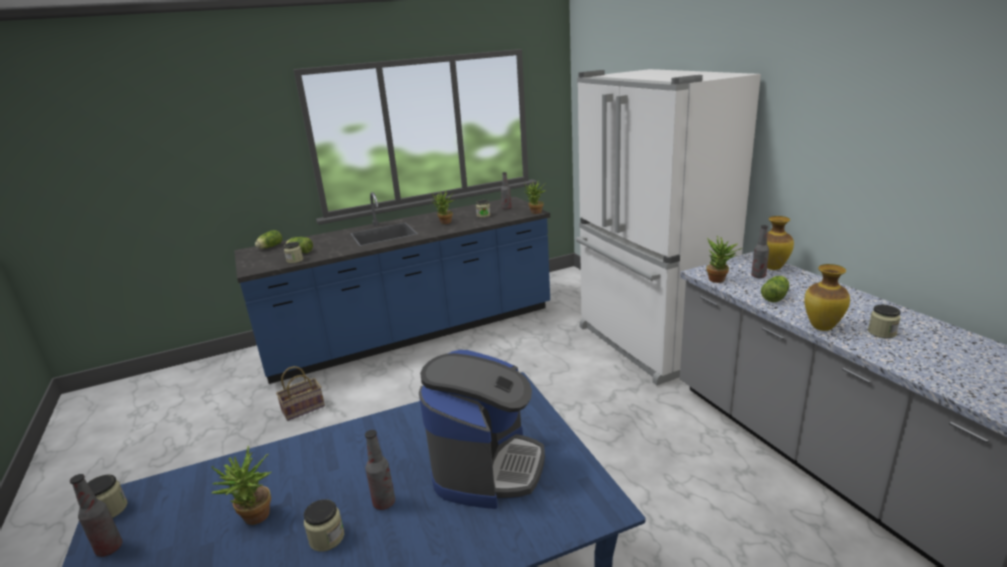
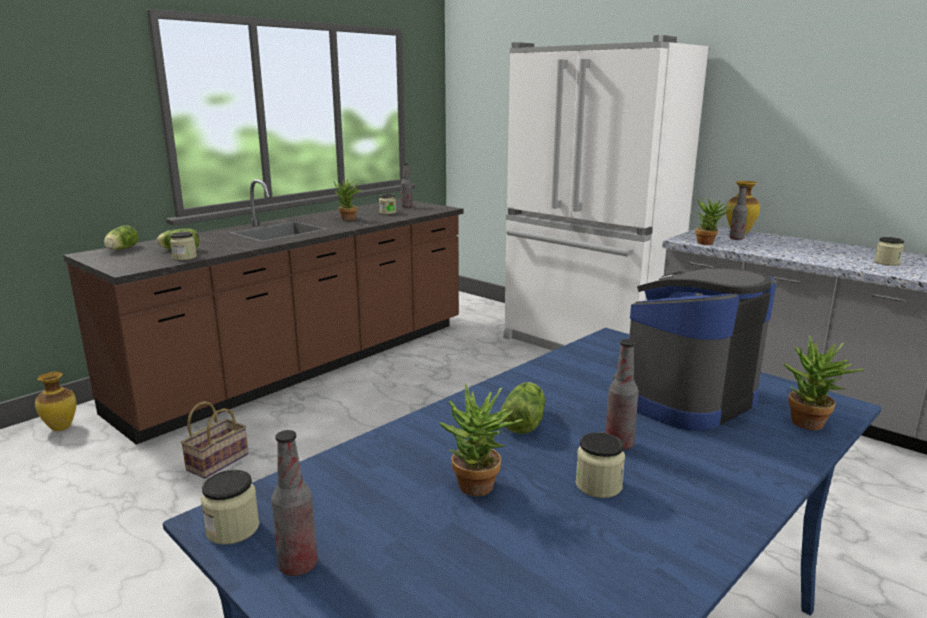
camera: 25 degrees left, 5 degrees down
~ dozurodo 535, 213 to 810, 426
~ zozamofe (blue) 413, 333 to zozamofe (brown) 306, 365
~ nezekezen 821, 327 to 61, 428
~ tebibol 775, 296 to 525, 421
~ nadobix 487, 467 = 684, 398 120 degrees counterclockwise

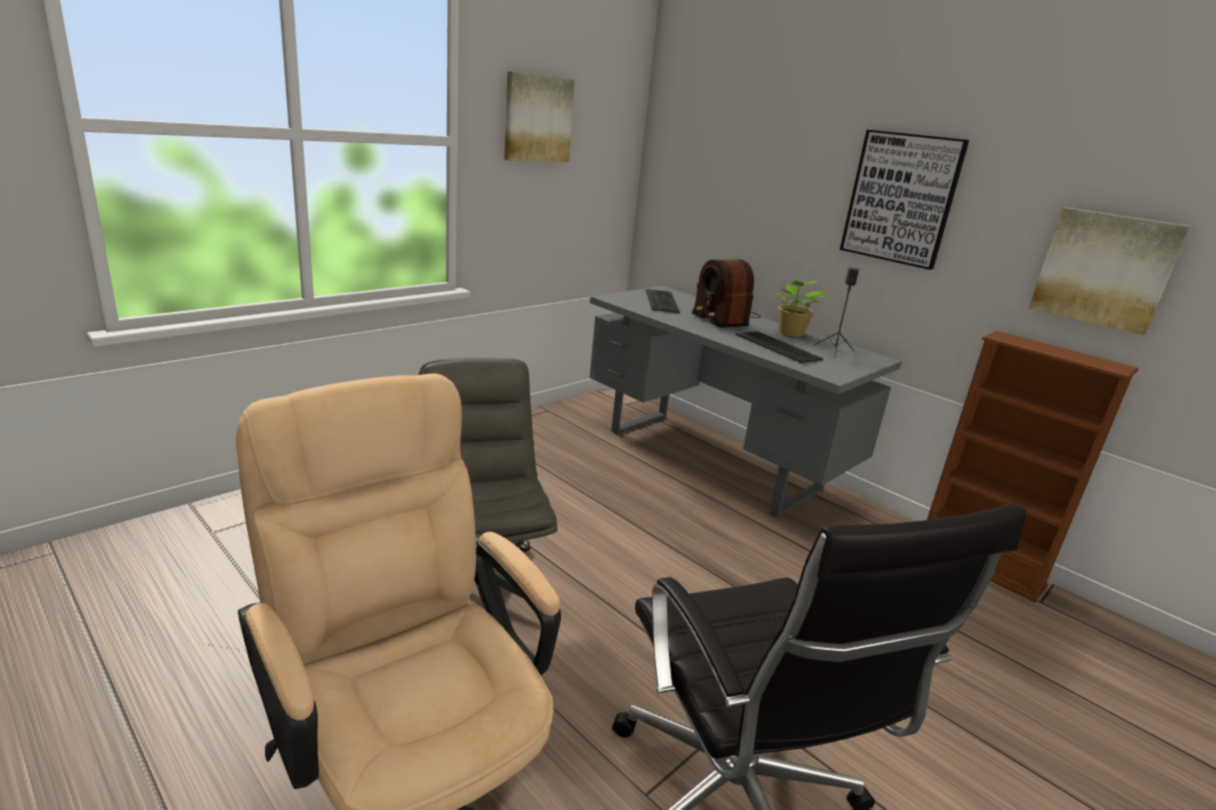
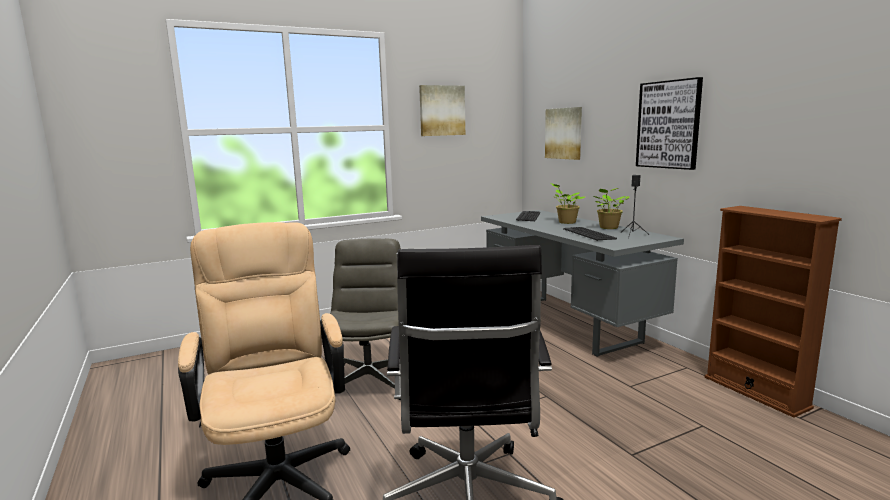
camera: 20 degrees right, 10 degrees down
~ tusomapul 1104, 269 to 564, 133
~ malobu 724, 318 to dozurodo 565, 222

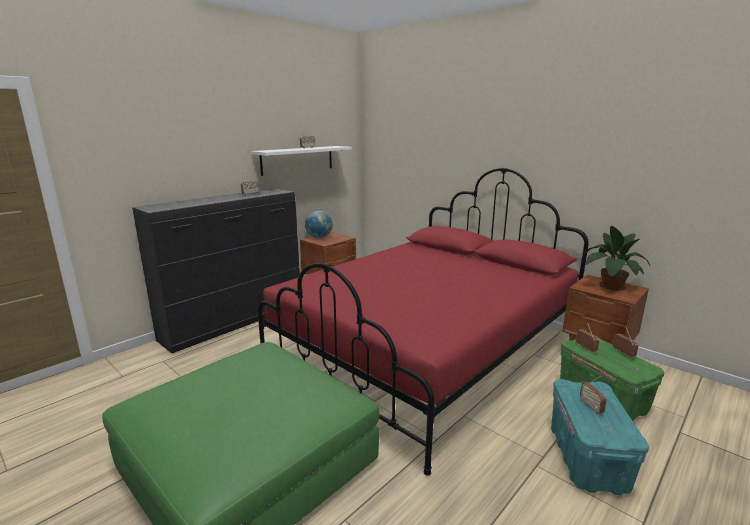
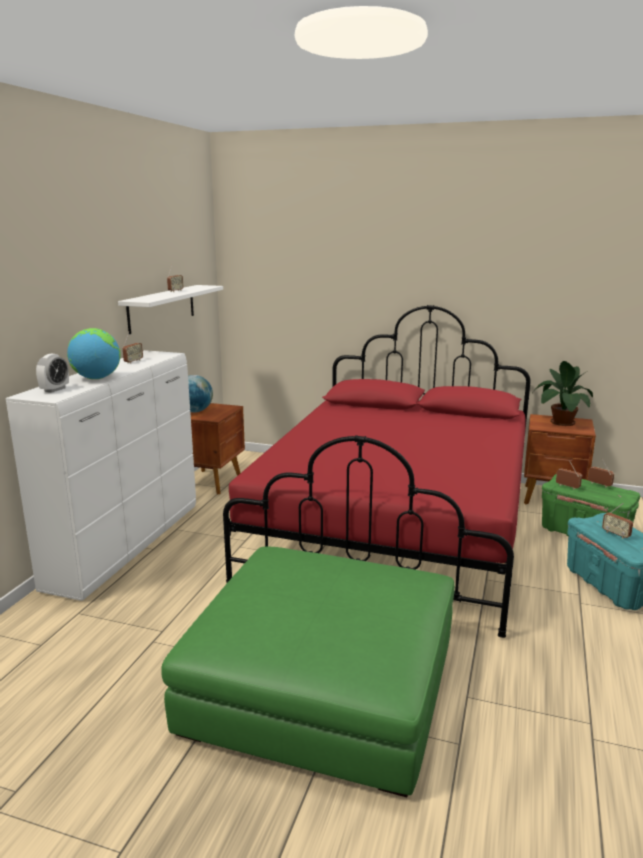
camera: 25 degrees left, 0 degrees up
~ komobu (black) 236, 323 to komobu (white) 128, 545
+ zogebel 96, 378
+ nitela 55, 389

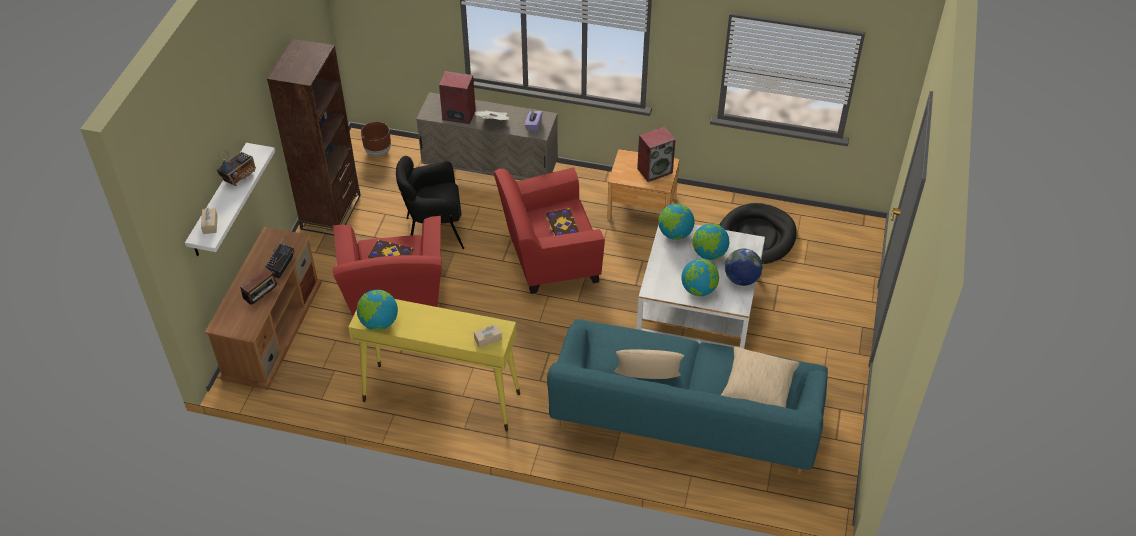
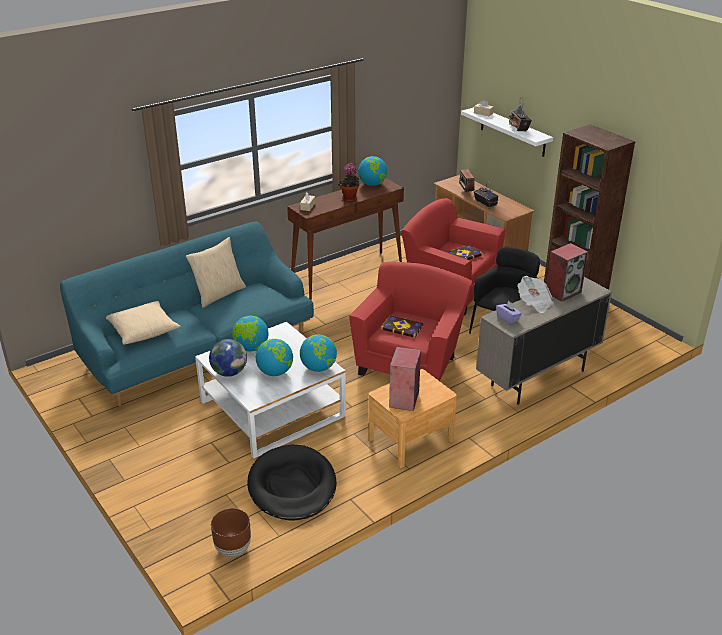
camera: 130 degrees right, 15 degrees down
~ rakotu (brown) 378, 152 to 233, 549
~ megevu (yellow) 440, 397 to megevu (brown) 347, 275
+ dozurodo 350, 199

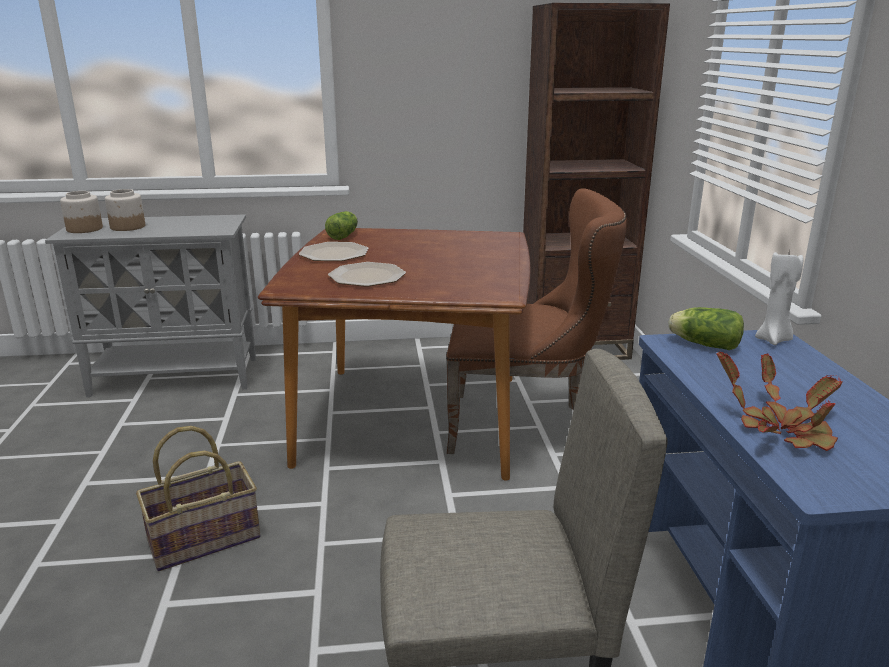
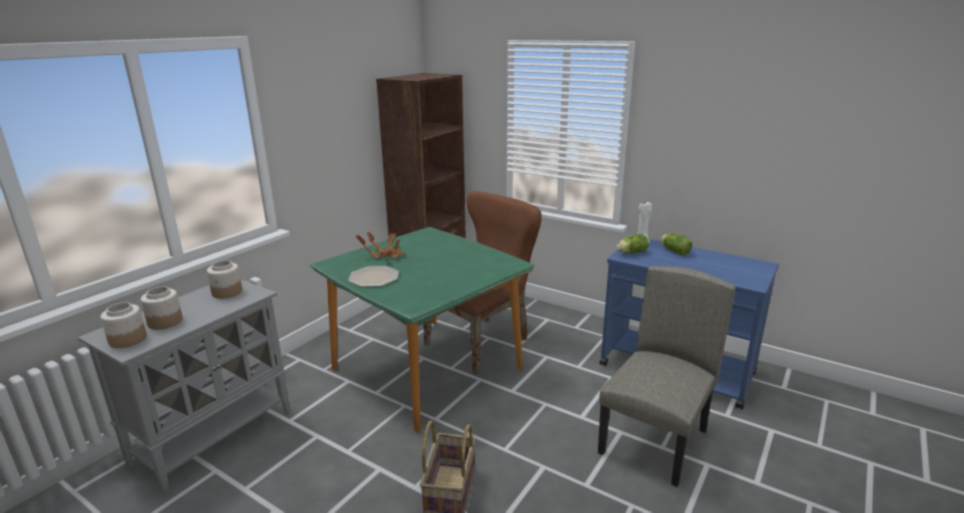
camera: 50 degrees left, 0 degrees up
~ tebibol 344, 235 to 674, 251
~ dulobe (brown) 411, 420 to dulobe (green) 427, 369
- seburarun 367, 276
~ dozurodo 781, 428 to 385, 255
+ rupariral 227, 292

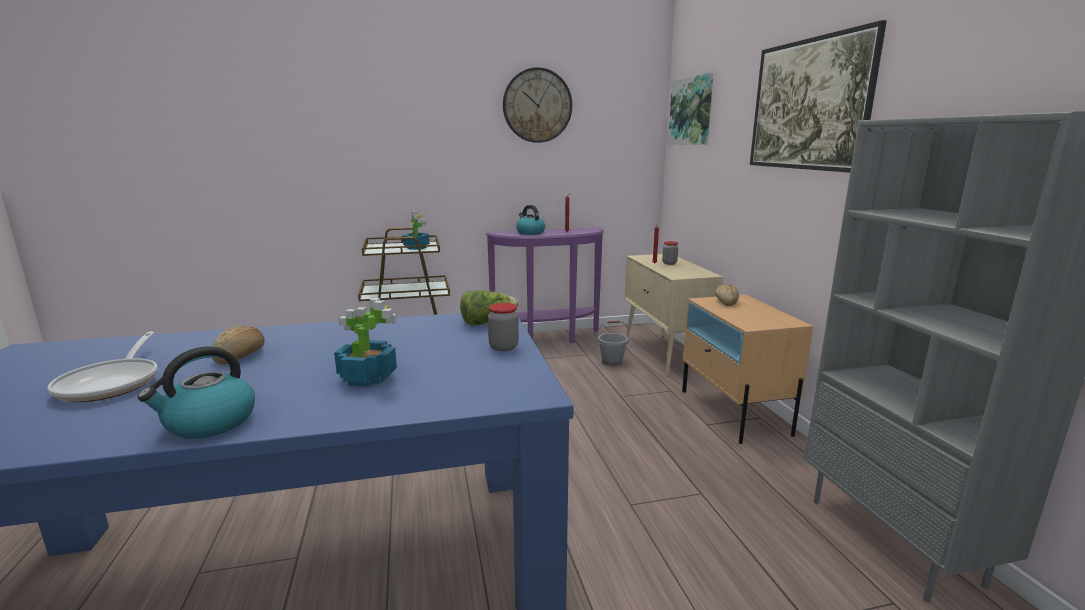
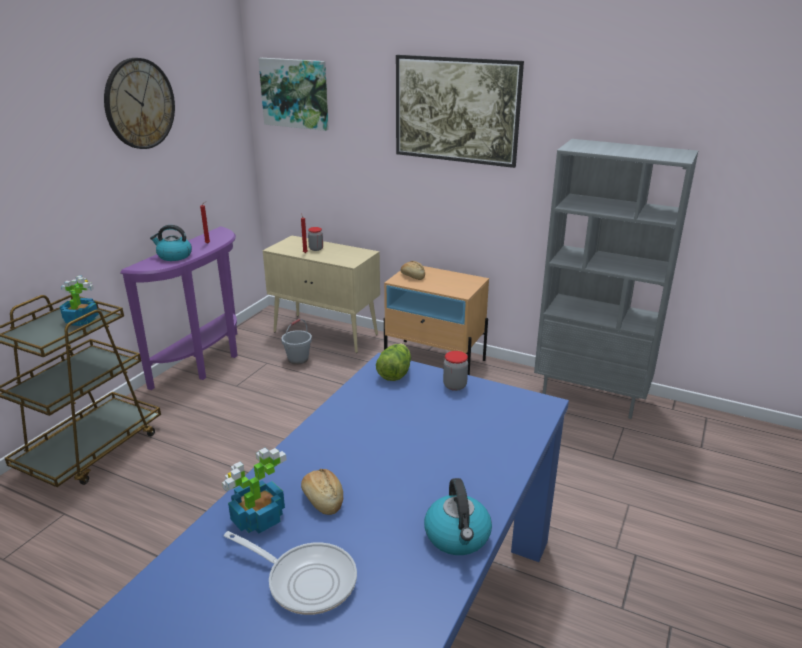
camera: 50 degrees left, 10 degrees up
~ dozurodo 367, 377 to 257, 518

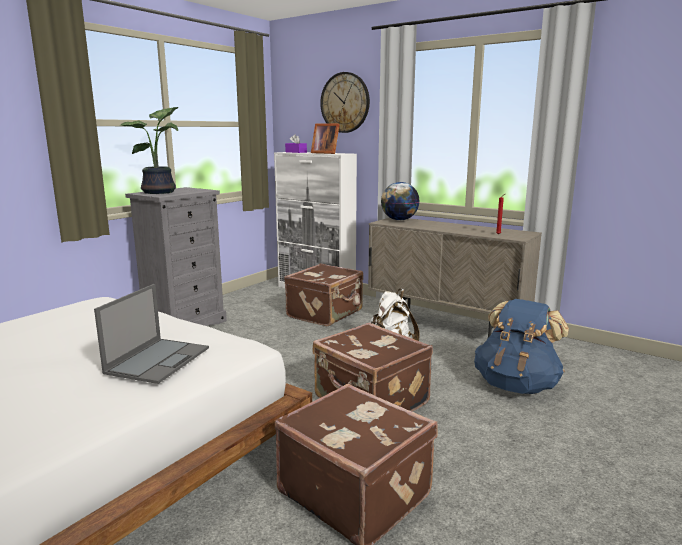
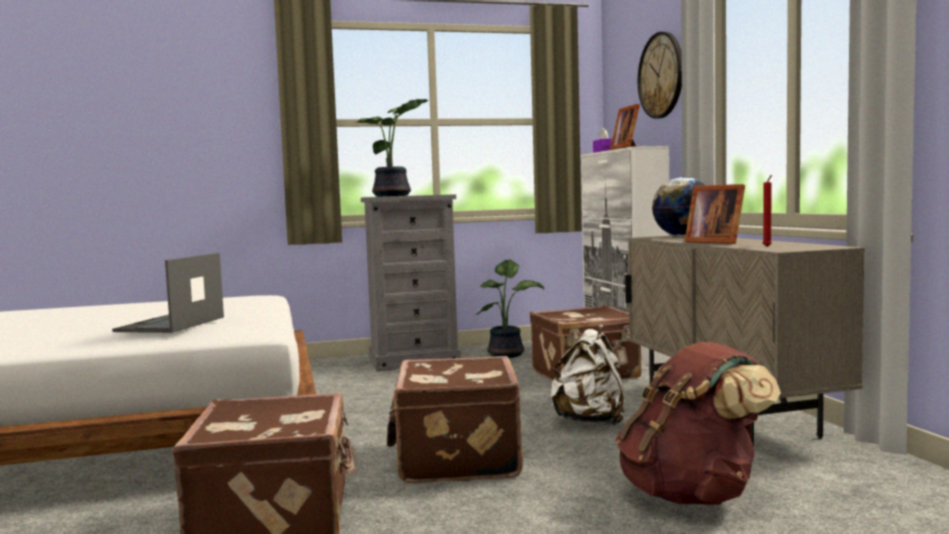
camera: 40 degrees right, 10 degrees down
~ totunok 158, 360 = 170, 324 135 degrees clockwise
~ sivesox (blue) 516, 385 to sivesox (brown) 693, 495
+ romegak 715, 242
+ dozurodo 508, 354

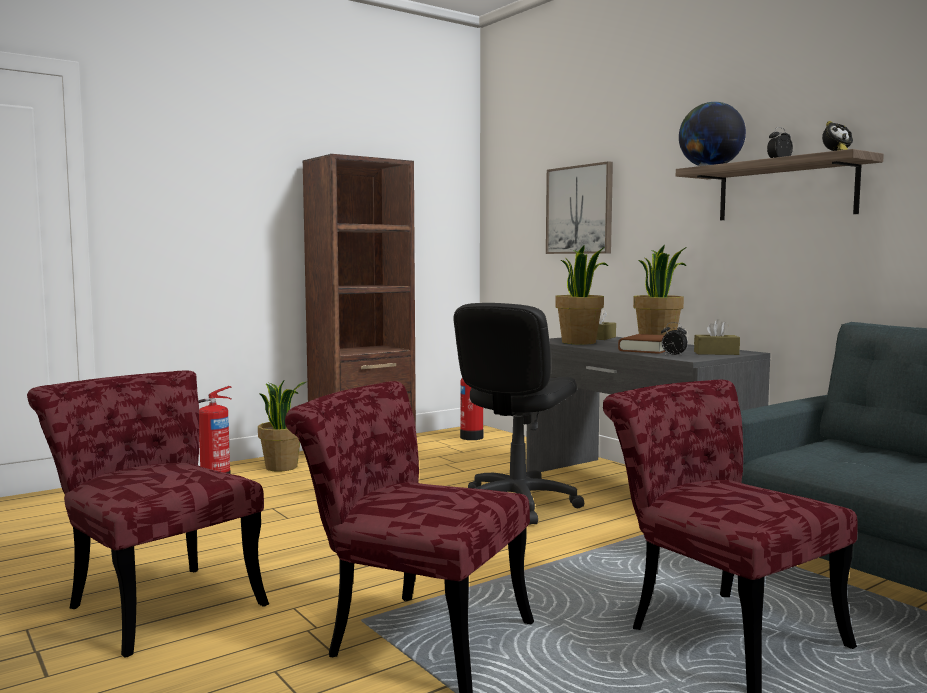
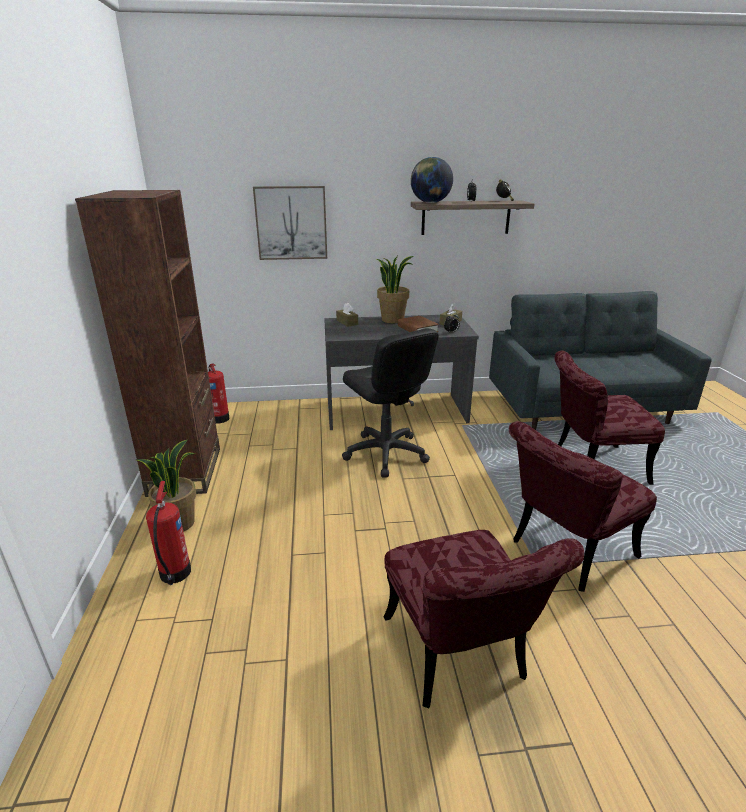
camera: 60 degrees left, 20 degrees up
- dozurodo 579, 342
~ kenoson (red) 156, 601 = 460, 659 90 degrees counterclockwise

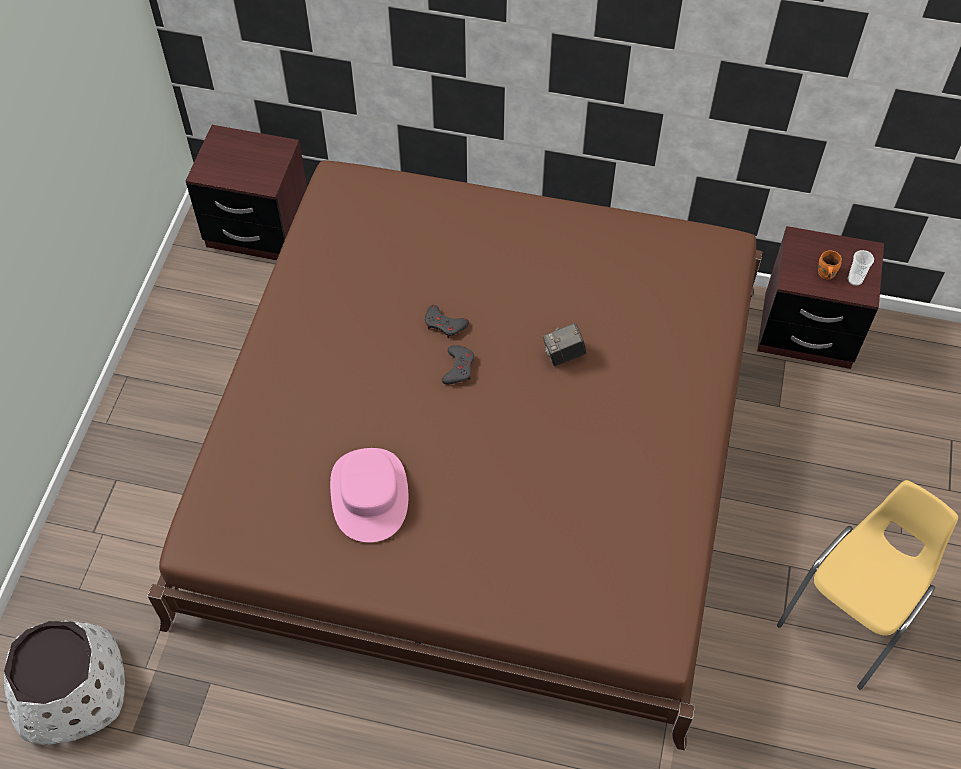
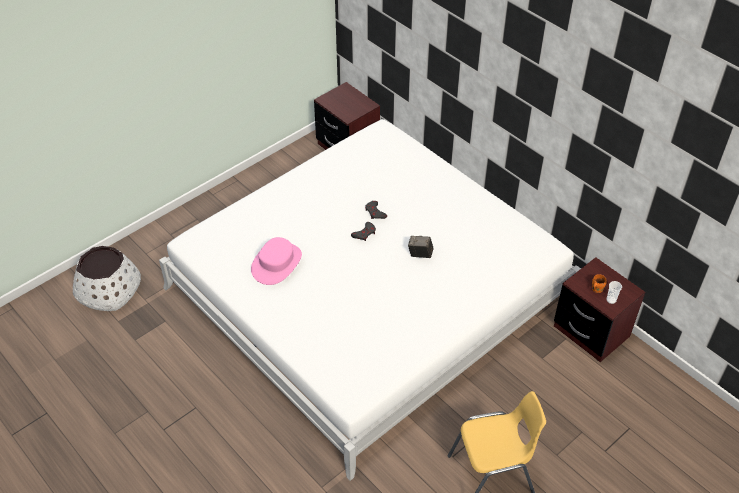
camera: 35 degrees right, 10 degrees down
~ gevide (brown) 479, 448 to gevide (white) 368, 293

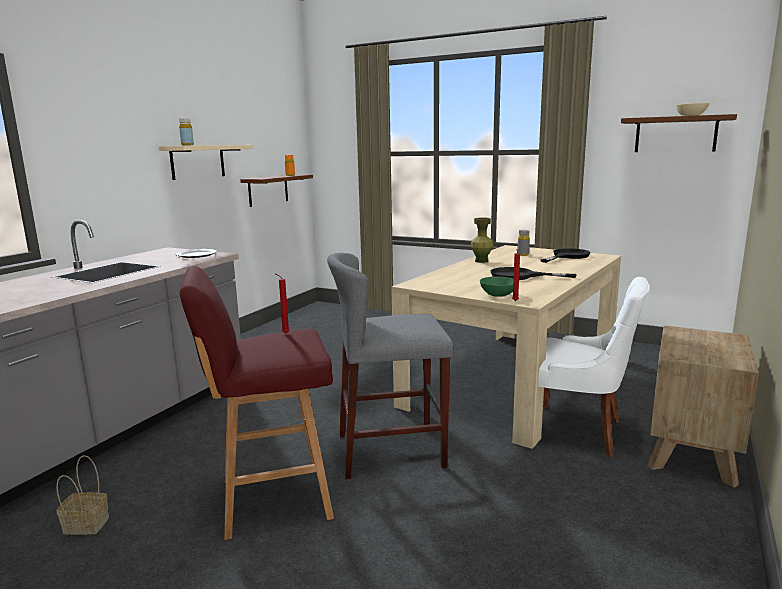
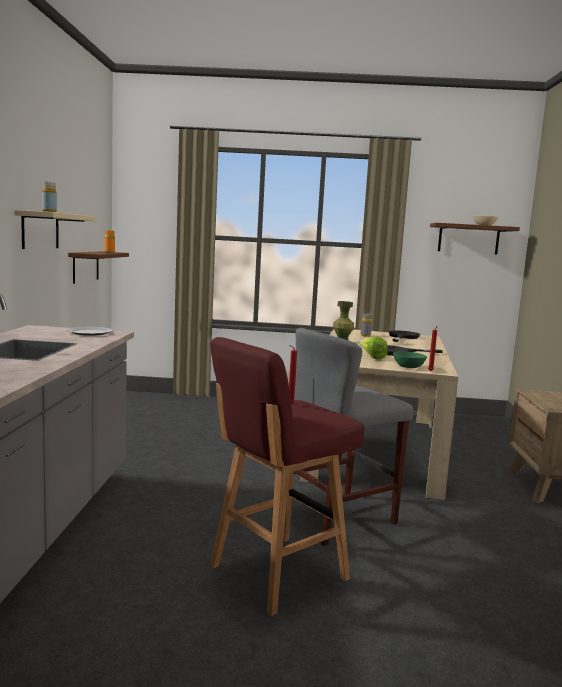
camera: 25 degrees left, 5 degrees down
- kenoson (white) 578, 431
- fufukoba 84, 525
+ tebibol 372, 357

